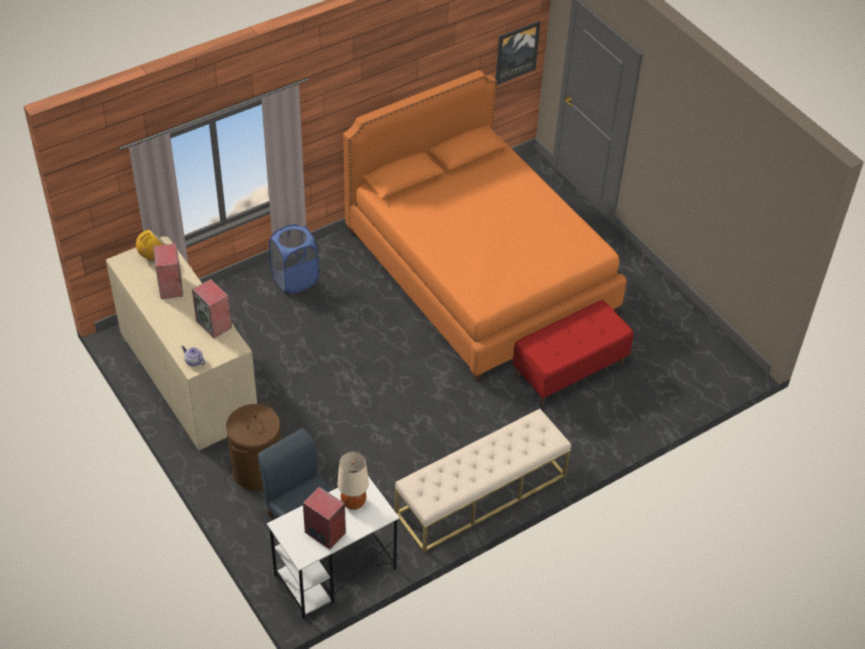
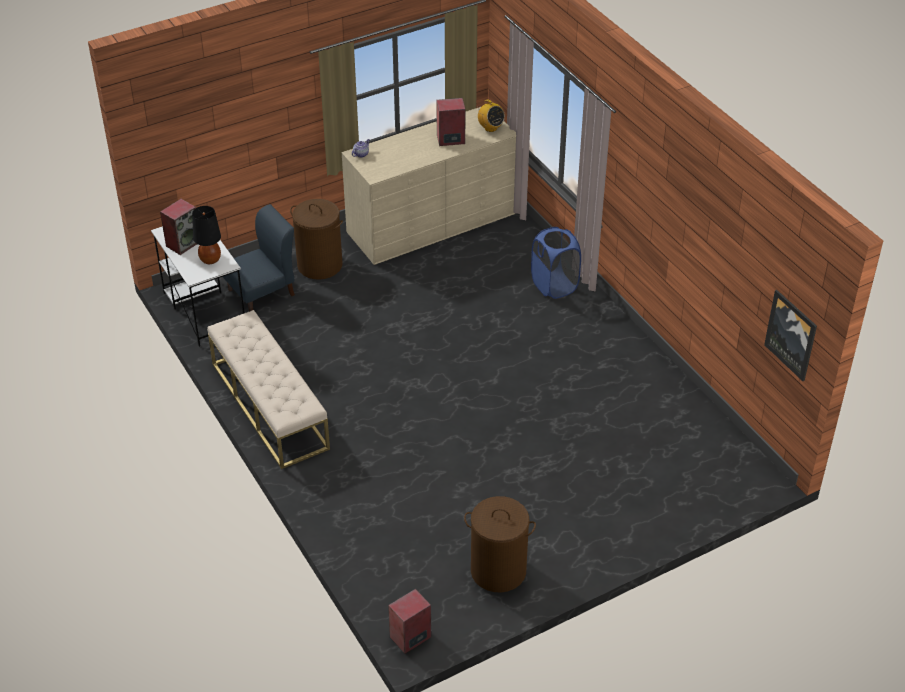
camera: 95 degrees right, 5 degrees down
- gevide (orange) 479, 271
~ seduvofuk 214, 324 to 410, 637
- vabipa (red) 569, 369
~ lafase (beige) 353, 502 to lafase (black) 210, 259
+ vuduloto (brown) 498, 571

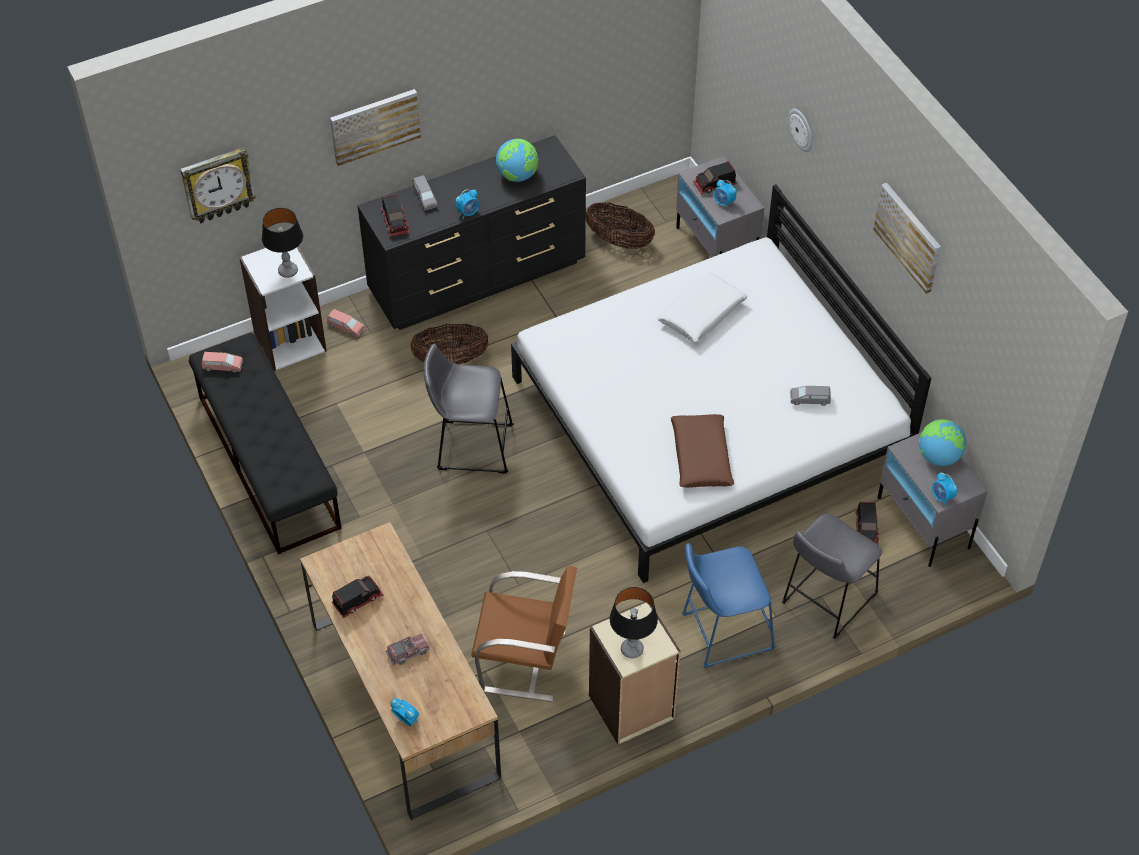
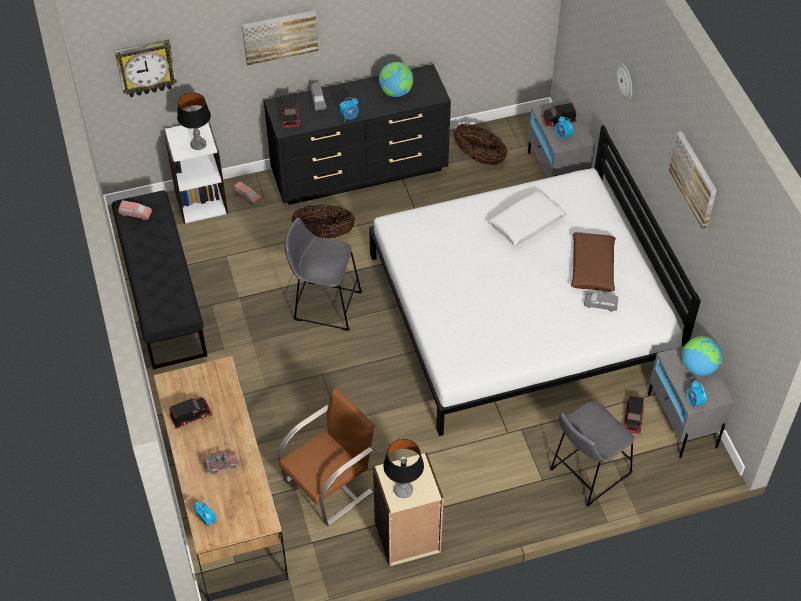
camera: 10 degrees right, 0 degrees up
~ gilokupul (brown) 701, 457 to 592, 267
- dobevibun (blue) 722, 632
~ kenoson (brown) 526, 661 = 330, 486 60 degrees counterclockwise

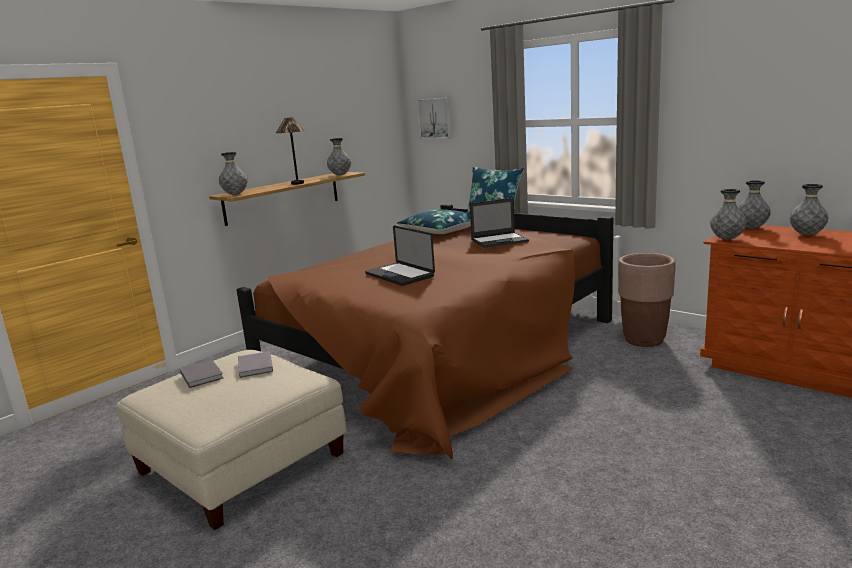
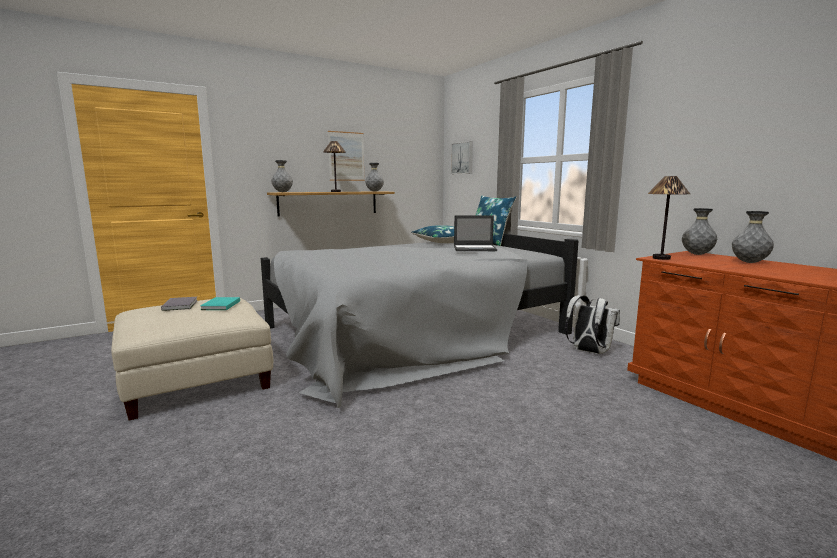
camera: 15 degrees right, 5 degrees down
~ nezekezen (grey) 726, 239 to lafase 660, 258
~ gevide (brown) 443, 352 to gevide (grey) 413, 333
- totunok 399, 275
~ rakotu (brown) 644, 340 to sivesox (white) 589, 352
~ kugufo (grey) 254, 367 to kugufo (turquoise) 220, 305
+ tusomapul 346, 156

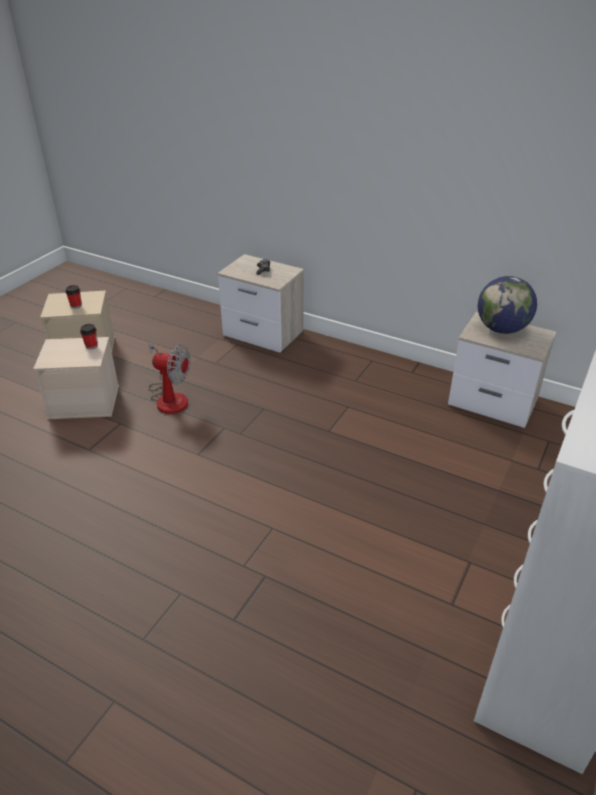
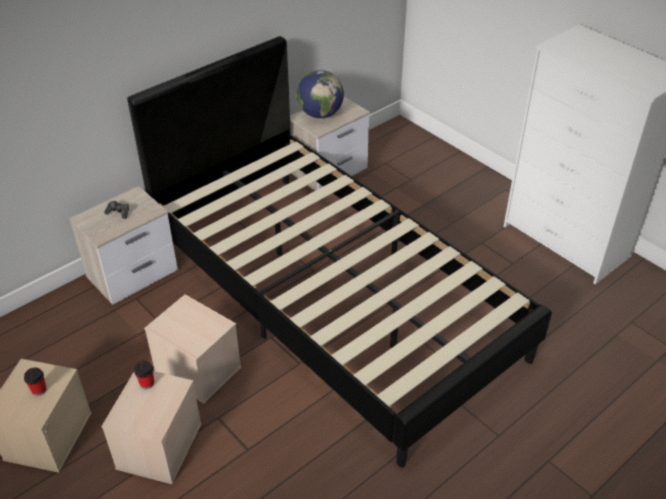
camera: 70 degrees left, 5 degrees up
~ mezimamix 169, 397 to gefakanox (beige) 196, 369
+ gevide (black) 332, 296

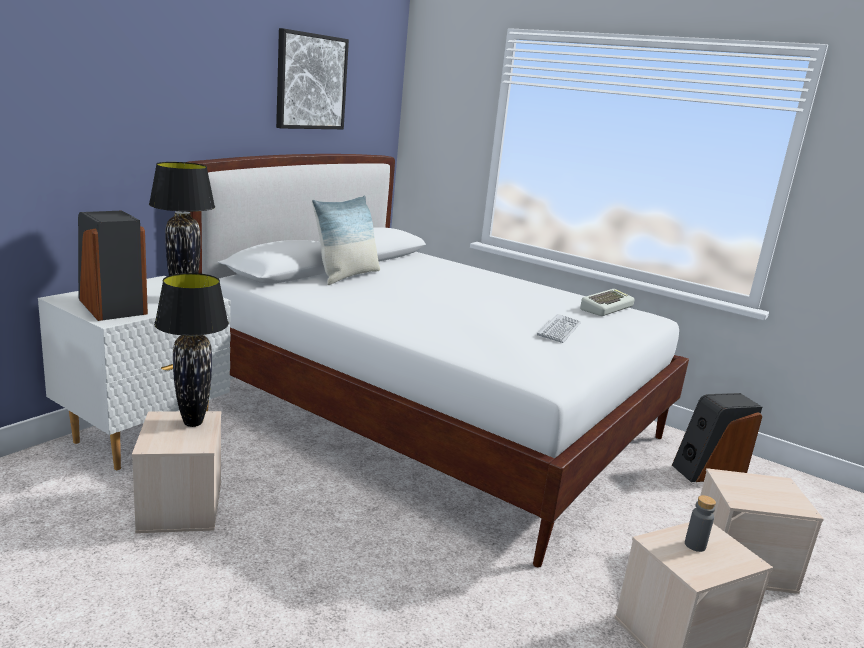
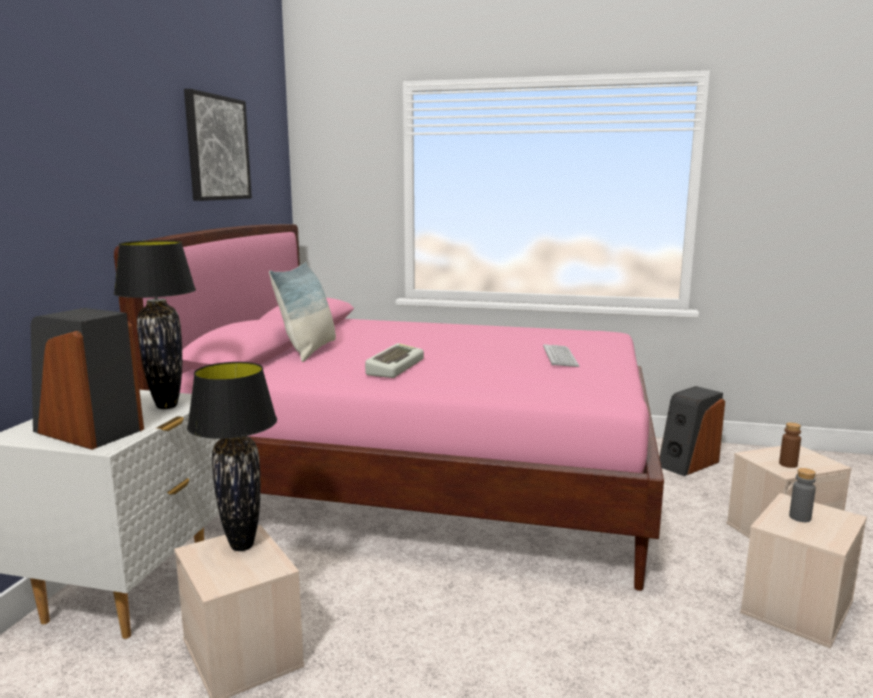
camera: 20 degrees left, 5 degrees down
~ gevide (white) 431, 416 to gevide (pink) 424, 480
~ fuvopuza 605, 307 to 394, 367
+ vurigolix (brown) 788, 464

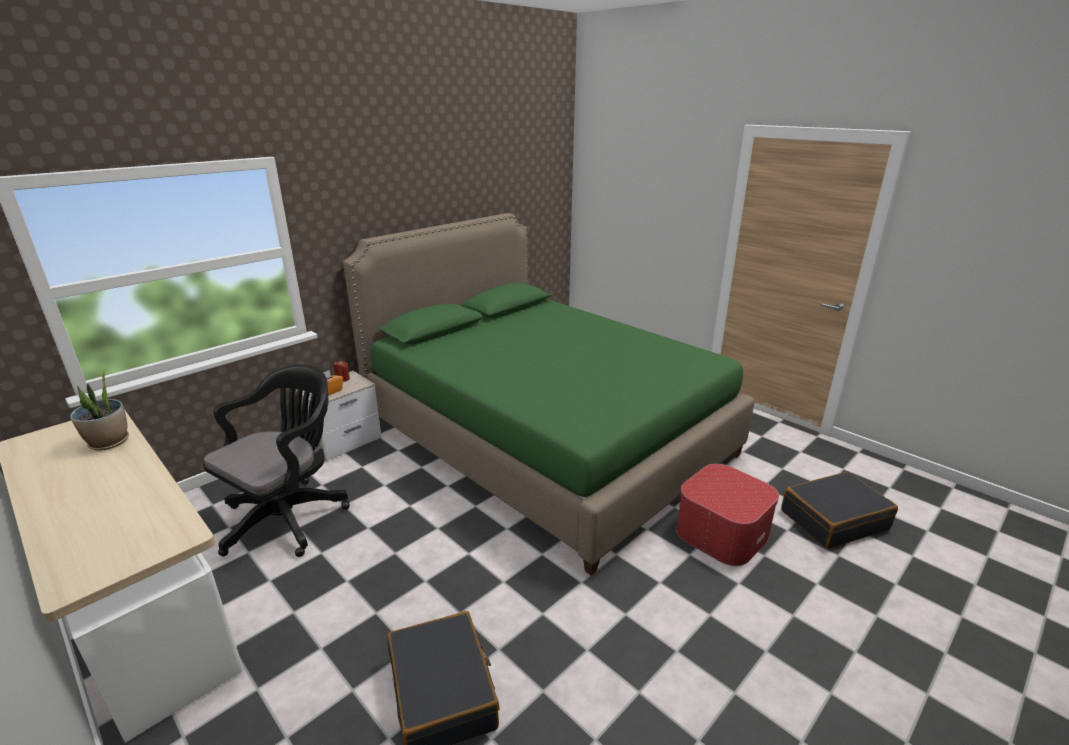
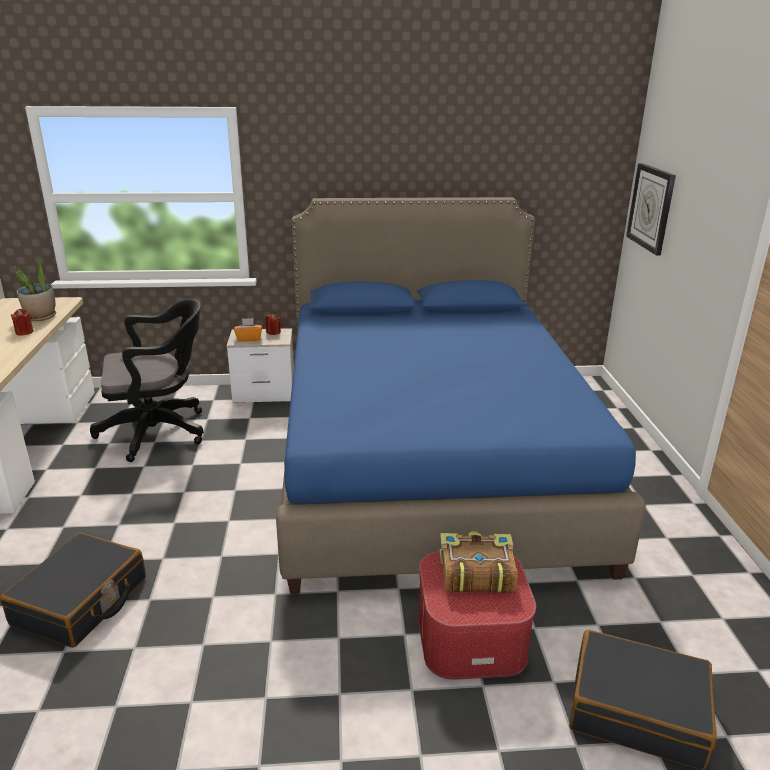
camera: 40 degrees right, 0 degrees up
~ gevide (green) 545, 437 to gevide (blue) 427, 461
+ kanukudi 651, 208
+ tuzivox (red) 24, 332
+ kugufo 475, 572

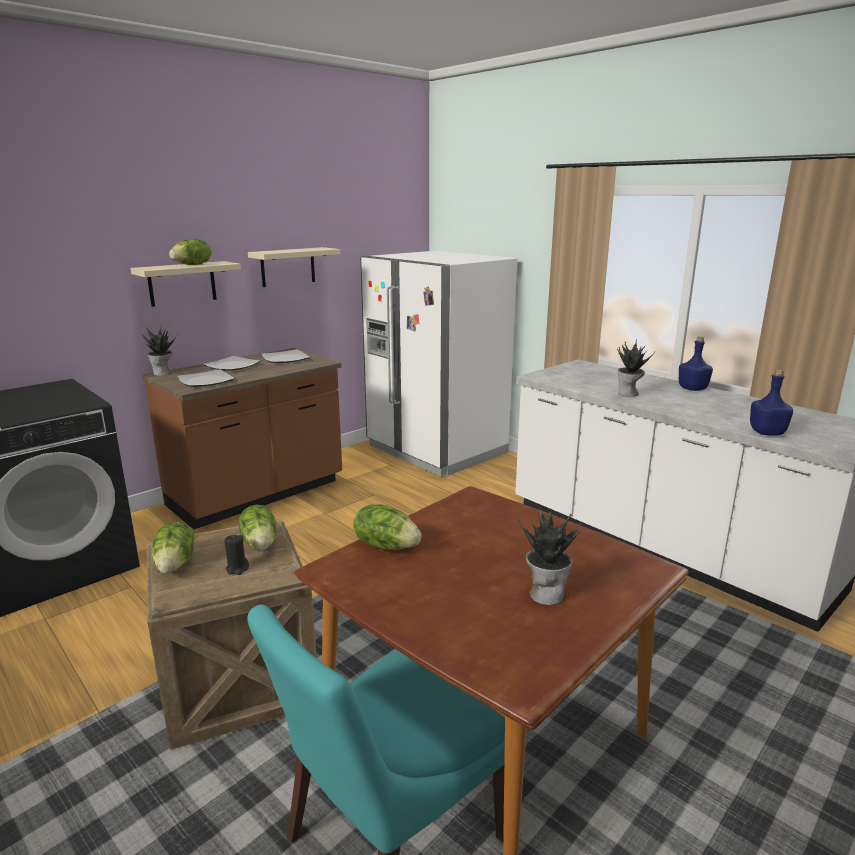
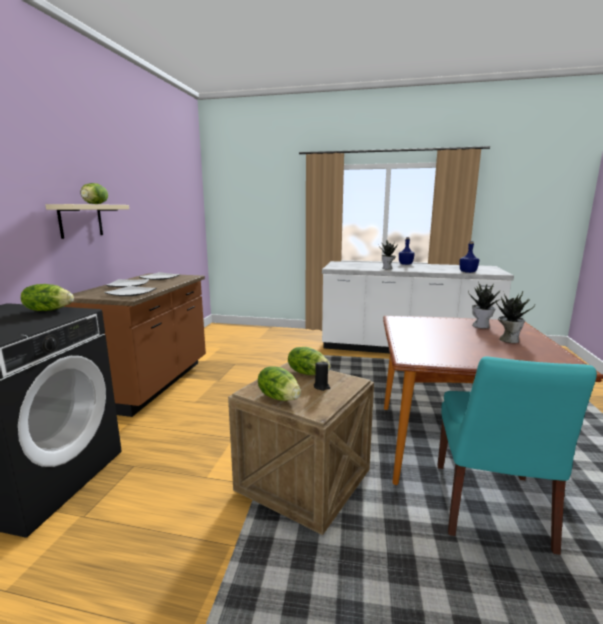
camera: 35 degrees left, 5 degrees down
- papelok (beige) 288, 267
- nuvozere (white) 436, 450
~ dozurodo 163, 373 to 481, 326
~ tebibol 386, 545 to 48, 310

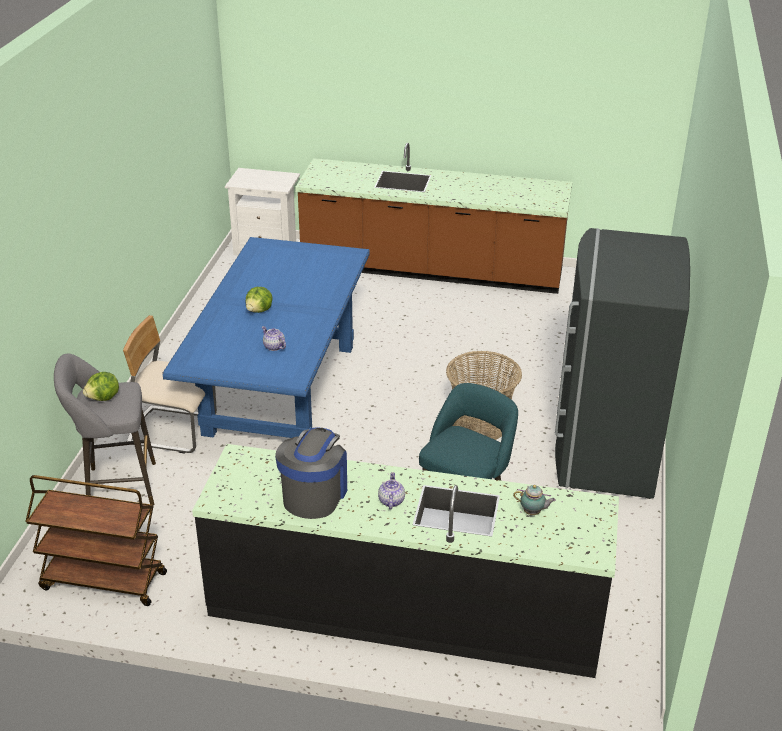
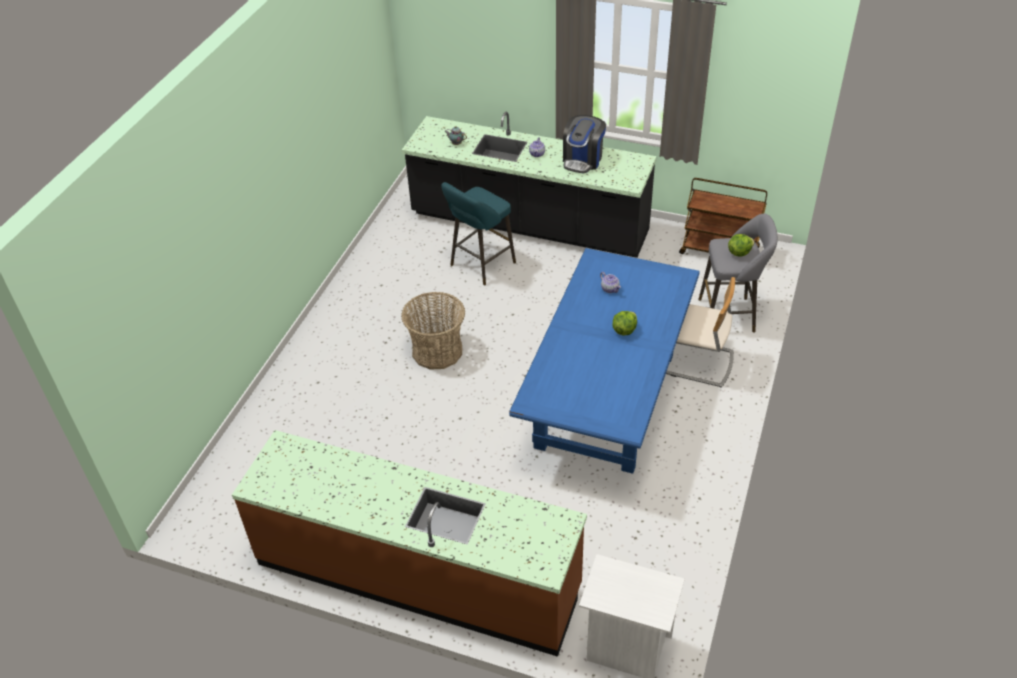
camera: 170 degrees left, 10 degrees up
- nuvozere (grey) 604, 452

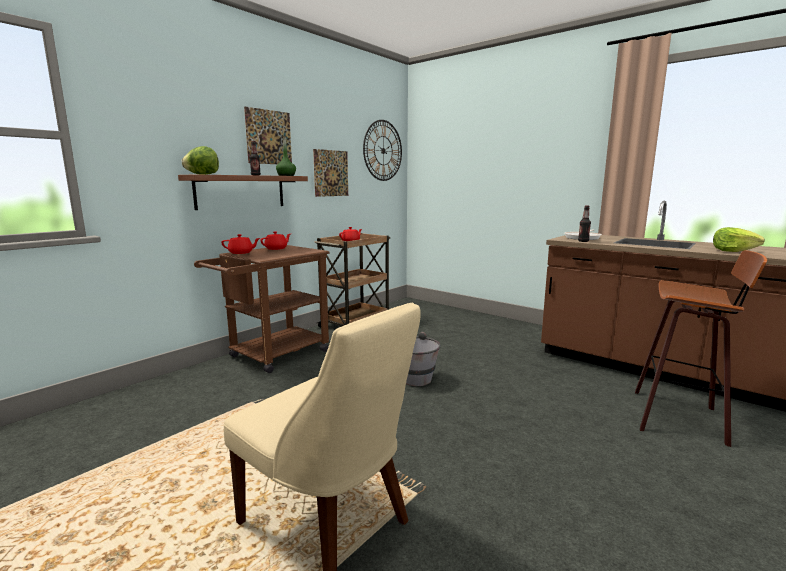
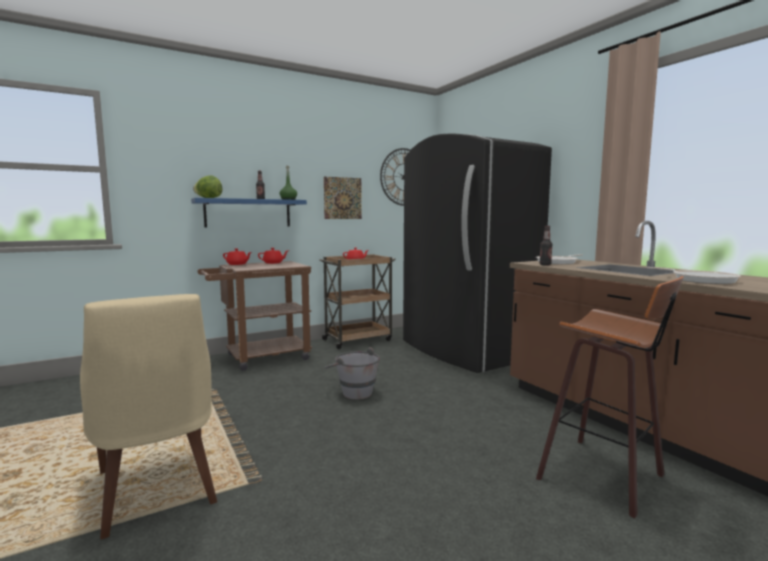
camera: 20 degrees right, 5 degrees down
- tusomapul 269, 137
~ papelok (brown) 241, 191 to papelok (blue) 248, 213
~ tebibol 732, 251 to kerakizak 700, 280
+ nuvozere (black) 465, 351

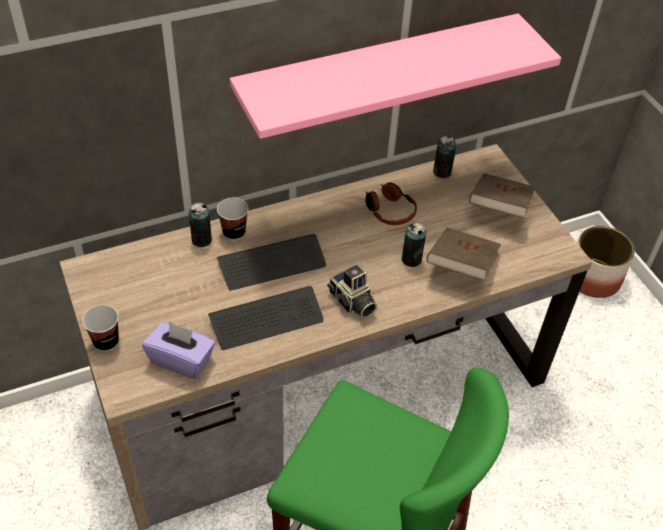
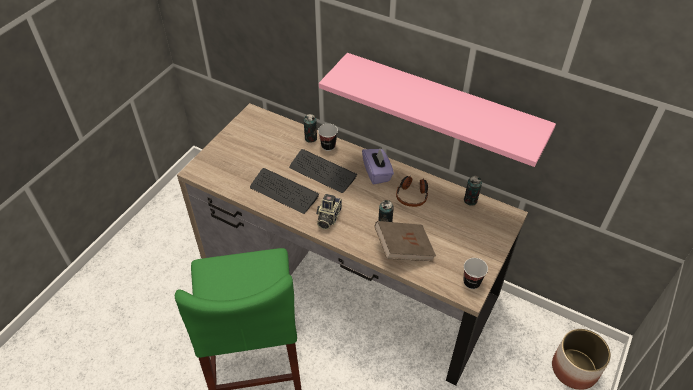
camera: 55 degrees right, 0 degrees up
- kugufo (brown) 499, 208
~ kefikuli 106, 341 to 471, 282
~ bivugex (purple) 181, 360 to 377, 173

